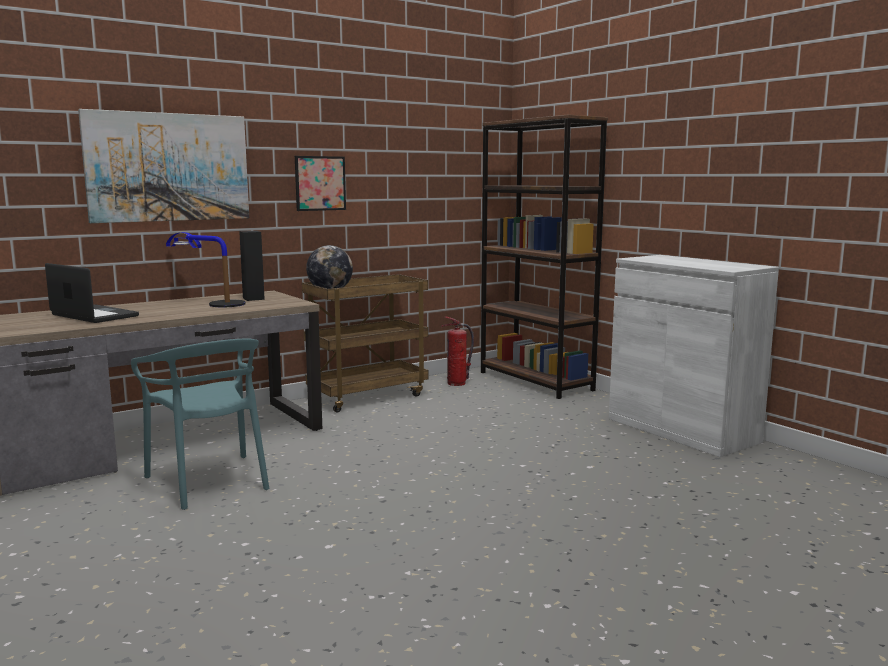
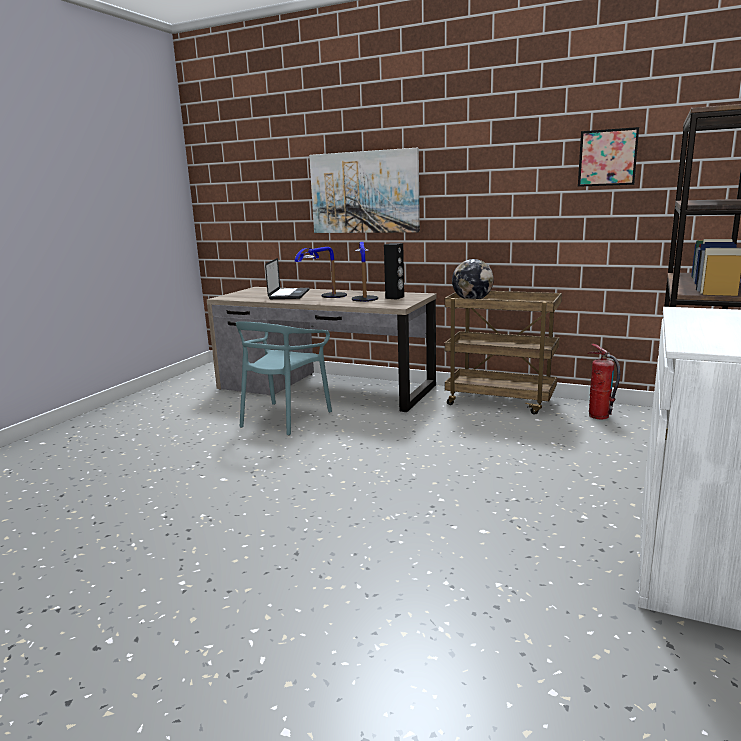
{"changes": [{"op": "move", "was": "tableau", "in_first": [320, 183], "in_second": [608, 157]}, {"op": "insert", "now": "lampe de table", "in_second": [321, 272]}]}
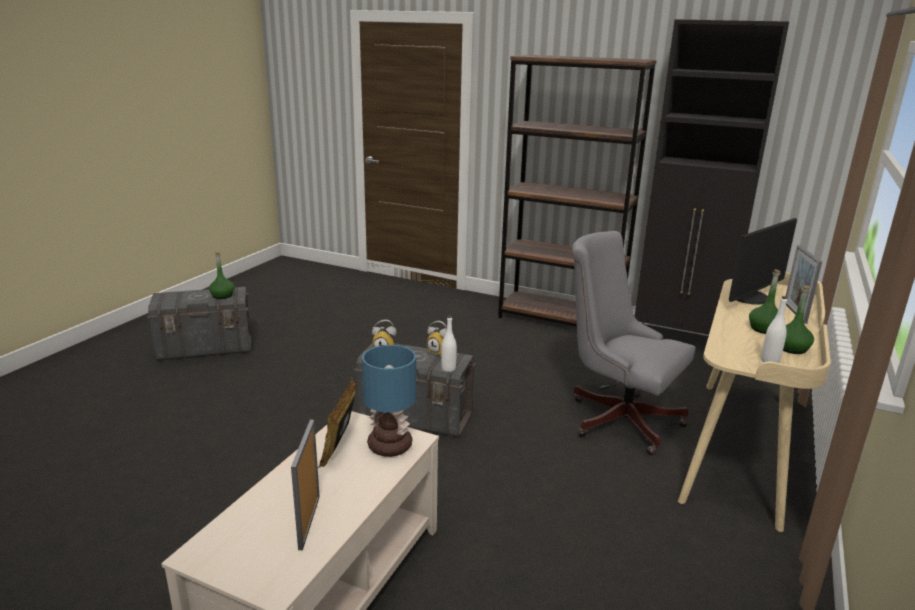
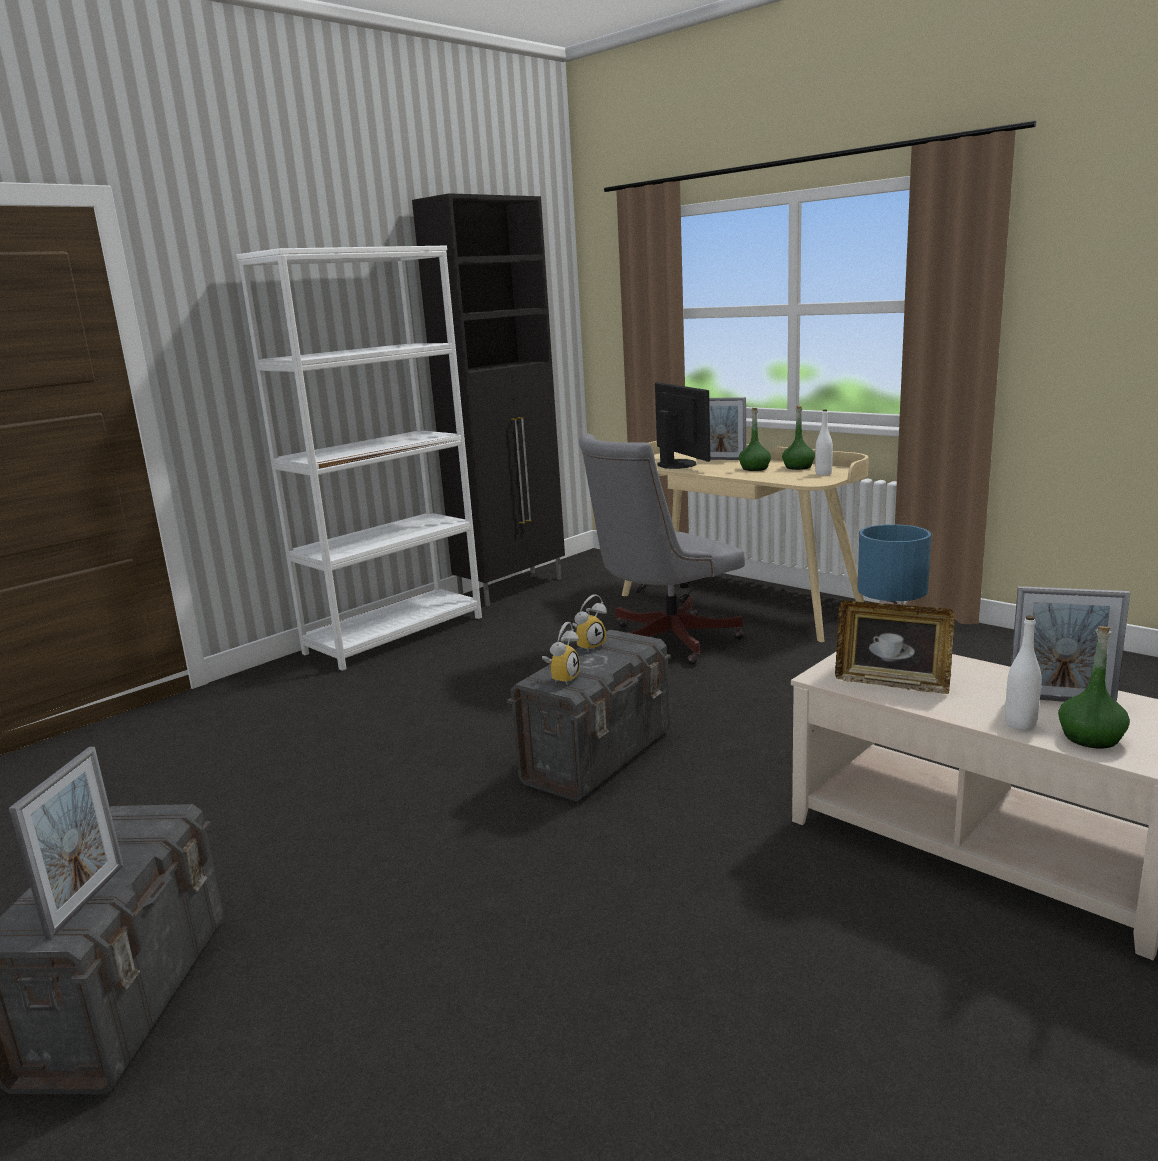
{"changes": [{"op": "recolor", "was": "bibliothèque (marron)", "now": "bibliothèque (blanc)", "in_first": [577, 191], "in_second": [359, 458]}, {"op": "move", "was": "bouteille (vert)", "in_first": [221, 275], "in_second": [1094, 687]}, {"op": "move", "was": "bouteille (blanc)", "in_first": [449, 344], "in_second": [1023, 673]}, {"op": "insert", "now": "cadre photo", "in_second": [66, 843]}]}
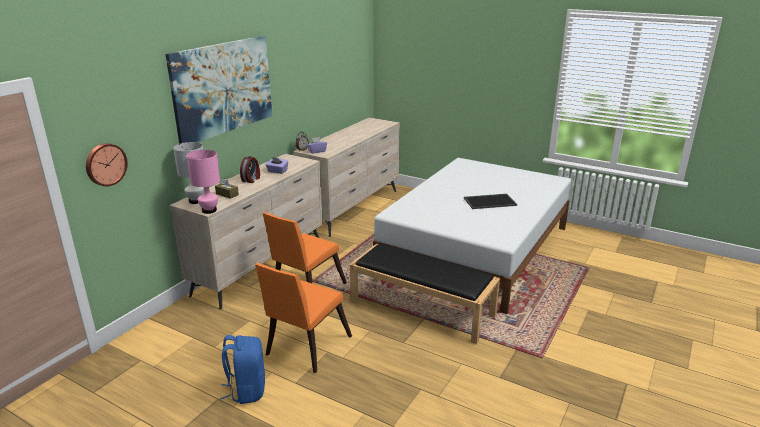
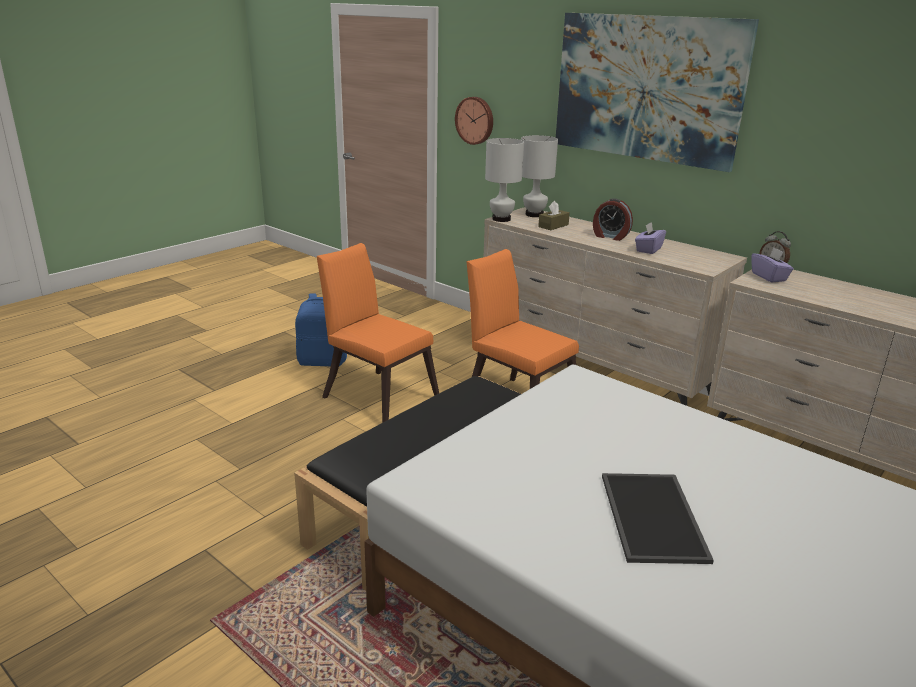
{"changes": [{"op": "recolor", "was": "lampe de table (rose)", "now": "lampe de table (blanc)", "in_first": [203, 182], "in_second": [504, 180]}]}
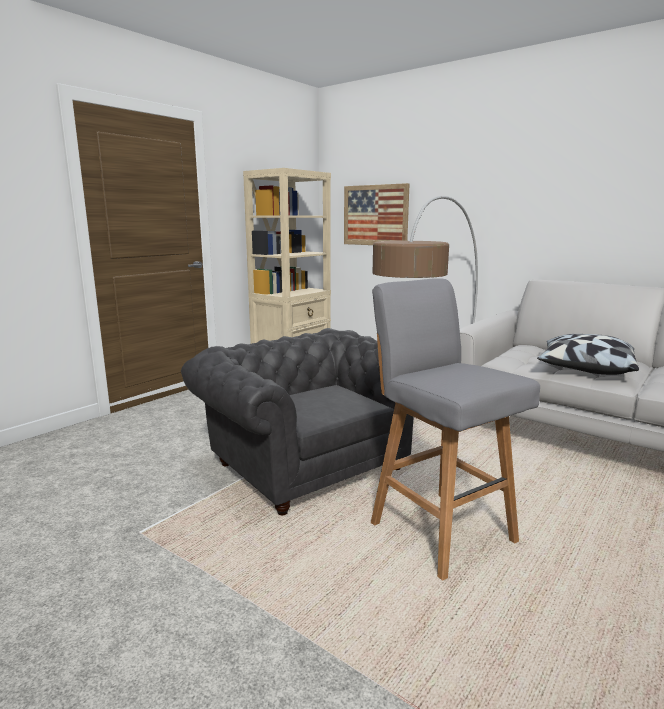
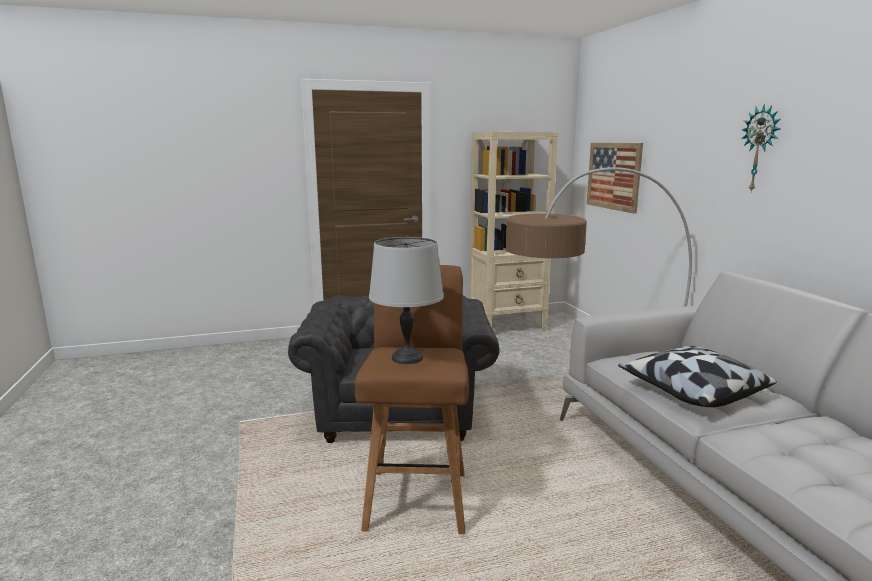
{"changes": [{"op": "recolor", "was": "tabouret (gris)", "now": "tabouret (marron)", "in_first": [455, 429], "in_second": [412, 399]}, {"op": "insert", "now": "horloge murale", "in_second": [761, 148]}, {"op": "insert", "now": "lampe de table (gris)", "in_second": [406, 300]}]}
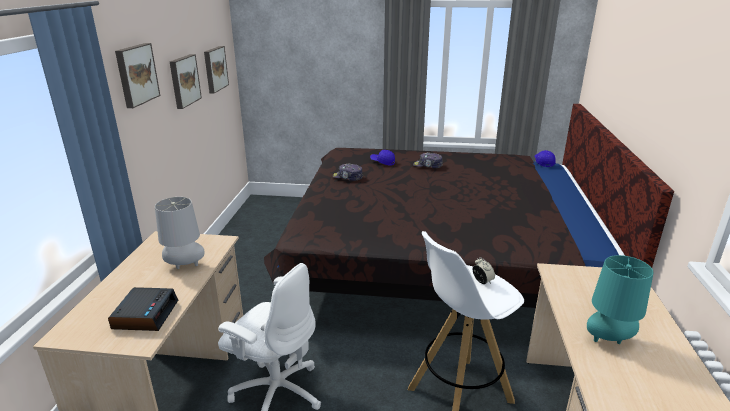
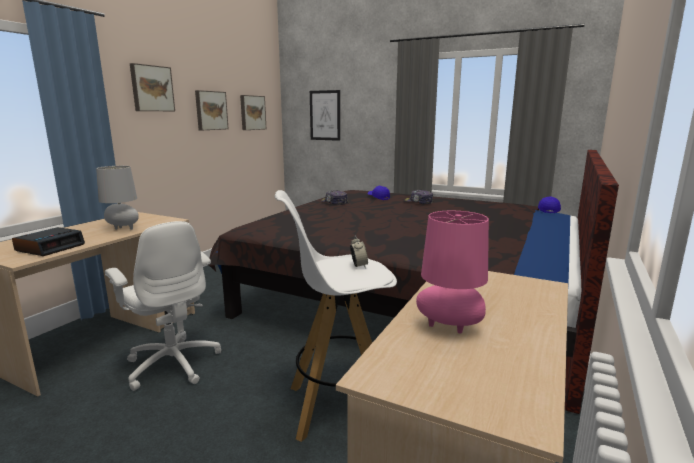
{"changes": [{"op": "recolor", "was": "lampe de table (turquoise)", "now": "lampe de table (rose)", "in_first": [620, 299], "in_second": [452, 272]}, {"op": "insert", "now": "tableau", "in_second": [325, 115]}]}
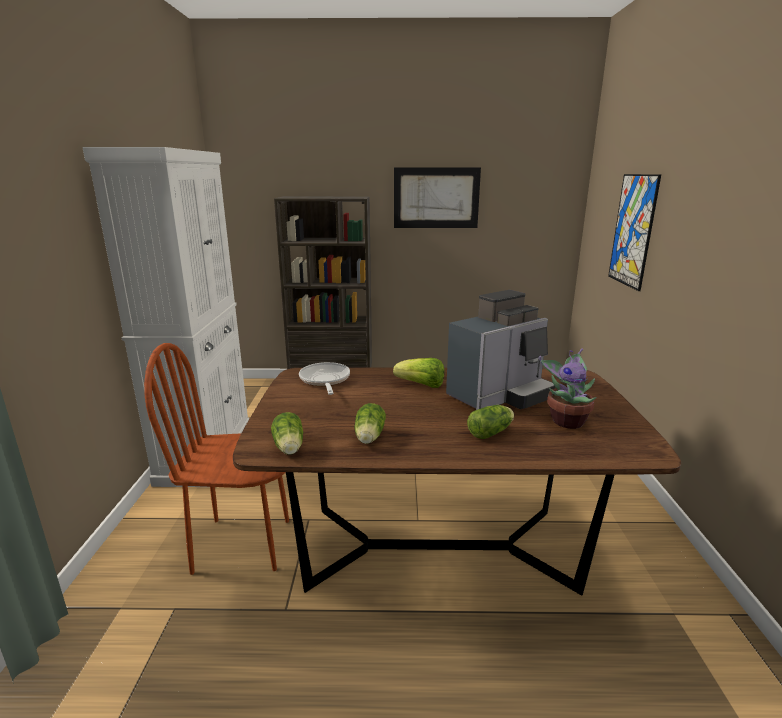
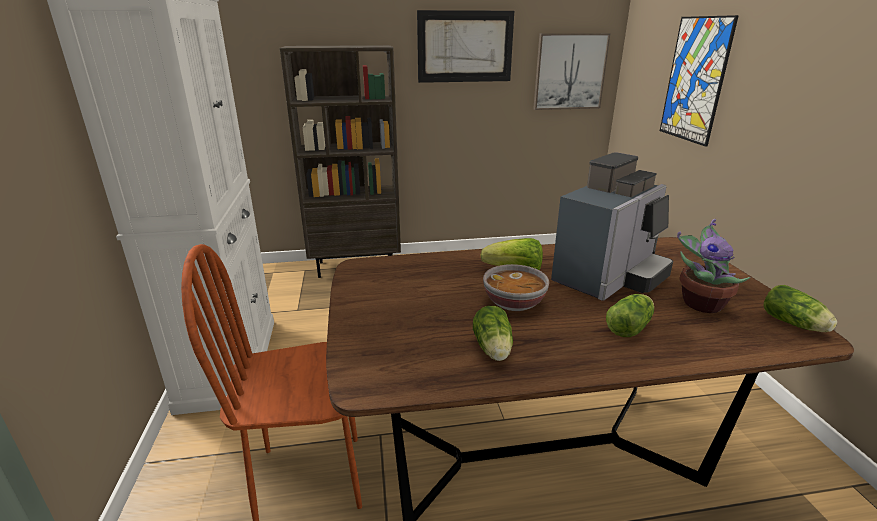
{"changes": [{"op": "delete", "was": "poêle", "in_first": [324, 378]}, {"op": "move", "was": "laitue", "in_first": [287, 433], "in_second": [800, 308]}, {"op": "insert", "now": "tableau", "in_second": [572, 71]}, {"op": "insert", "now": "bol", "in_second": [516, 287]}]}
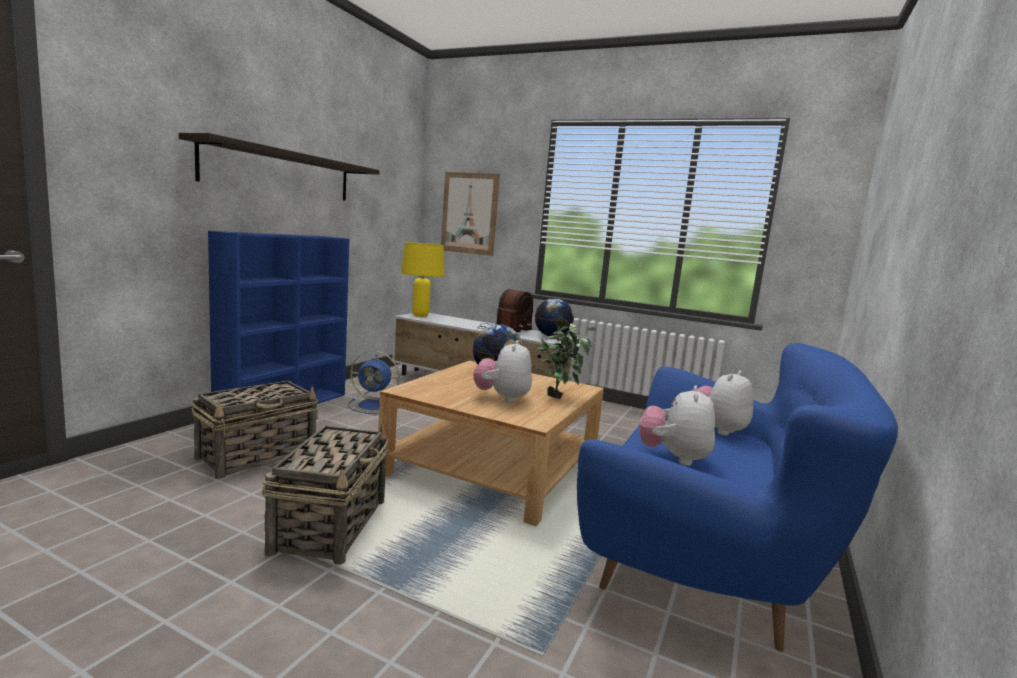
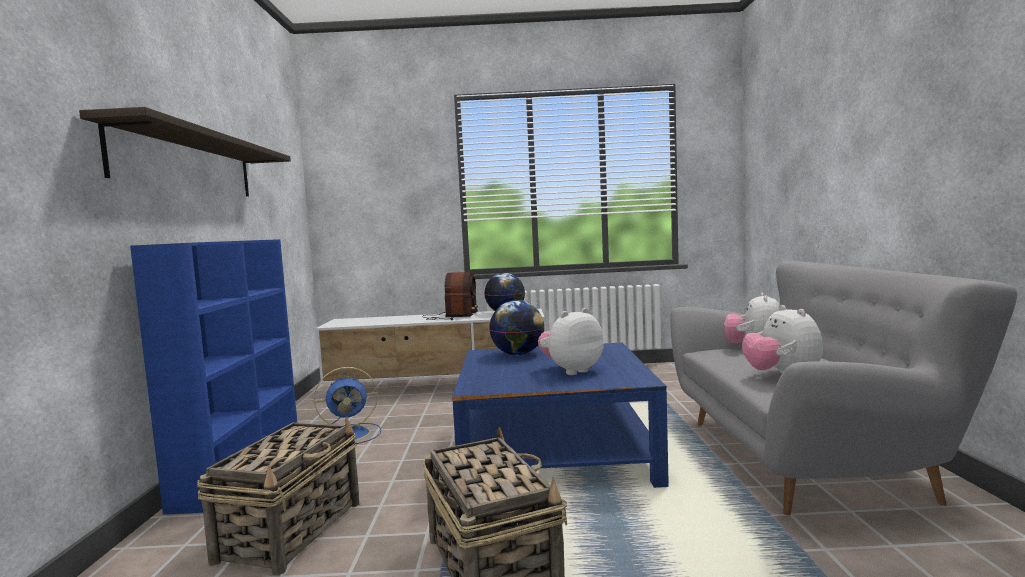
{"changes": [{"op": "delete", "was": "tableau", "in_first": [470, 214]}, {"op": "delete", "was": "lampe de table (jaune)", "in_first": [423, 279]}, {"op": "delete", "was": "plante en pot", "in_first": [566, 361]}, {"op": "rotate", "was": "peluche", "in_first": [502, 371], "in_second": [571, 341], "clockwise": 75}, {"op": "recolor", "was": "canapé (bleu)", "now": "canapé (gris)", "in_first": [737, 497], "in_second": [843, 388]}, {"op": "recolor", "was": "table basse (beige)", "now": "table basse (bleu)", "in_first": [491, 443], "in_second": [560, 415]}]}
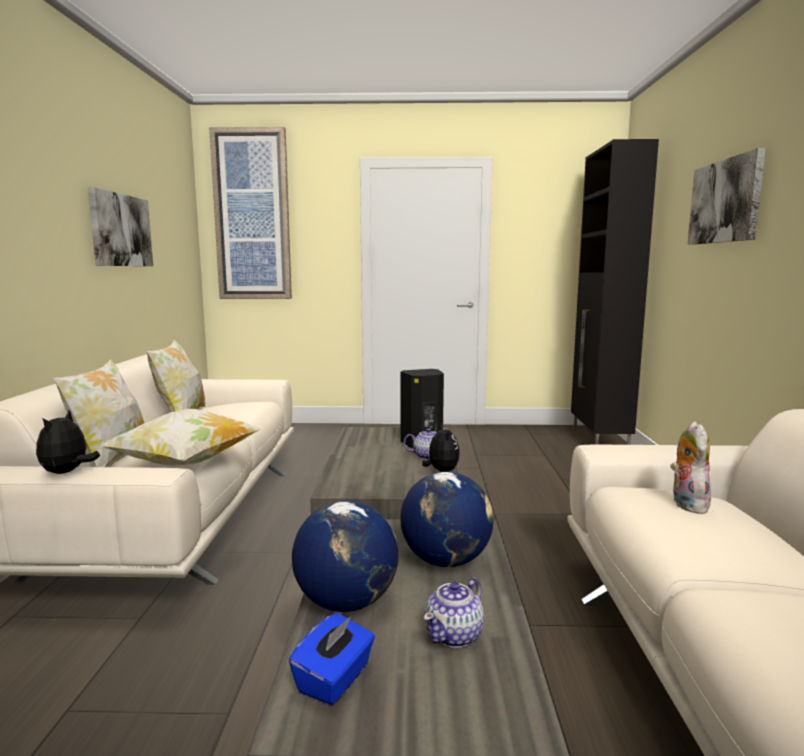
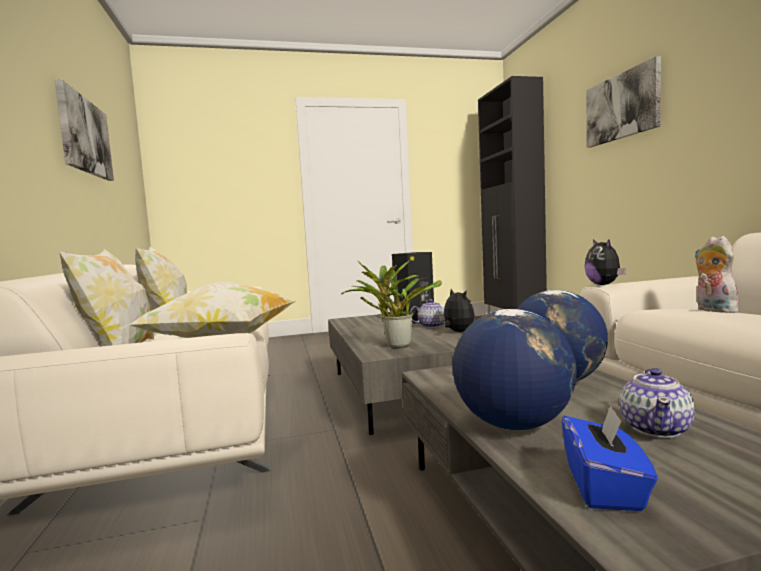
{"changes": [{"op": "delete", "was": "tableau", "in_first": [250, 213]}, {"op": "move", "was": "peluche", "in_first": [68, 442], "in_second": [605, 262]}, {"op": "insert", "now": "plante en pot", "in_second": [391, 304]}]}
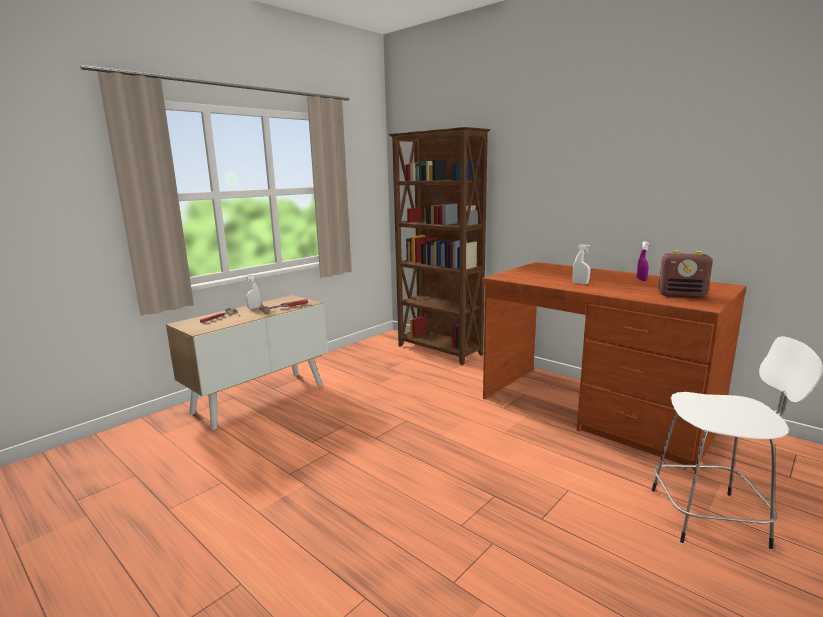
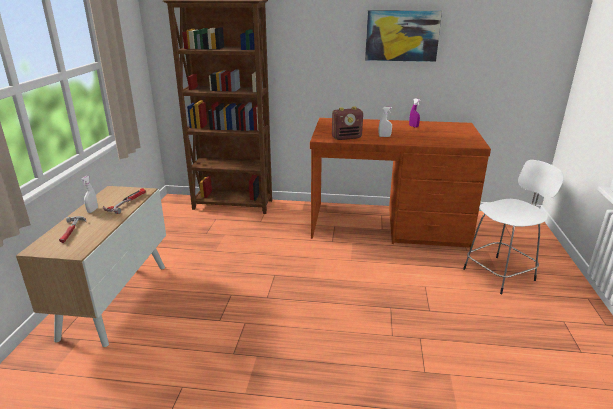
{"changes": [{"op": "move", "was": "radio", "in_first": [685, 274], "in_second": [347, 123]}, {"op": "insert", "now": "tableau", "in_second": [403, 36]}]}
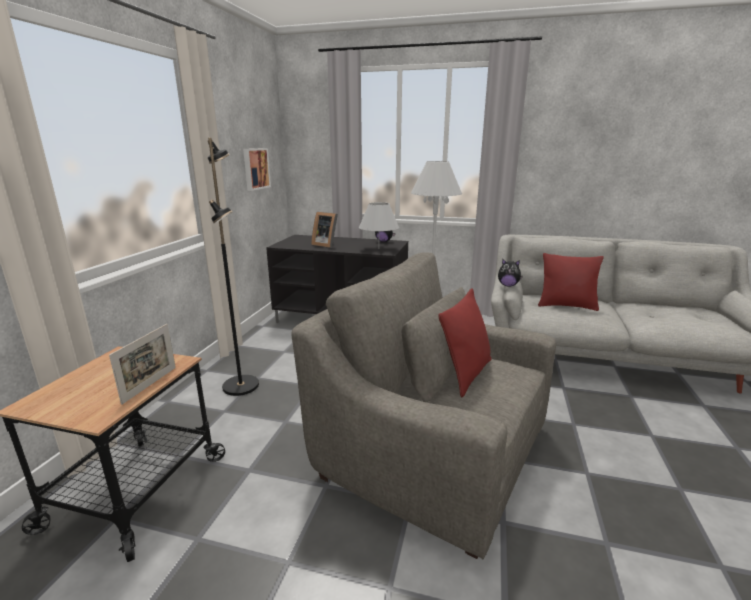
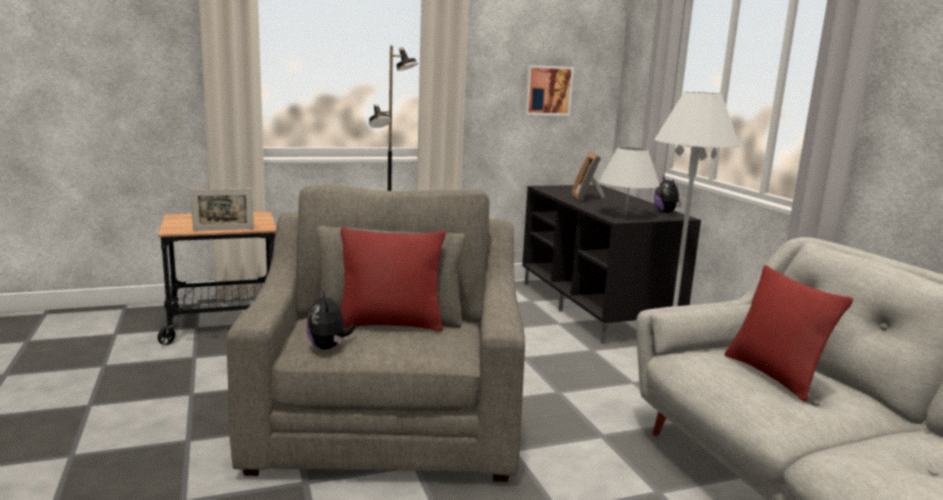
{"changes": [{"op": "move", "was": "peluche", "in_first": [510, 273], "in_second": [330, 319]}]}
